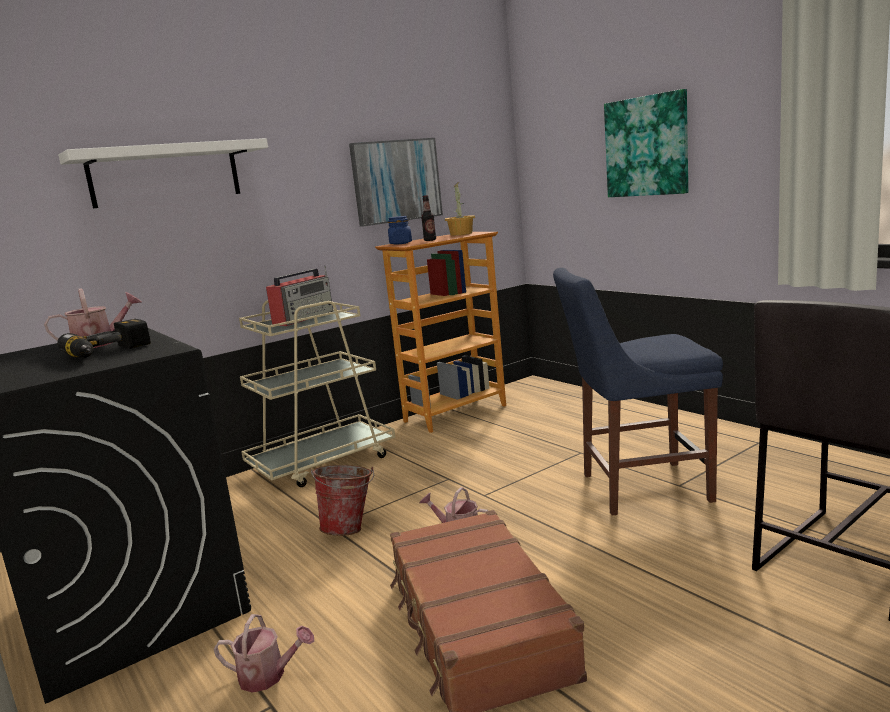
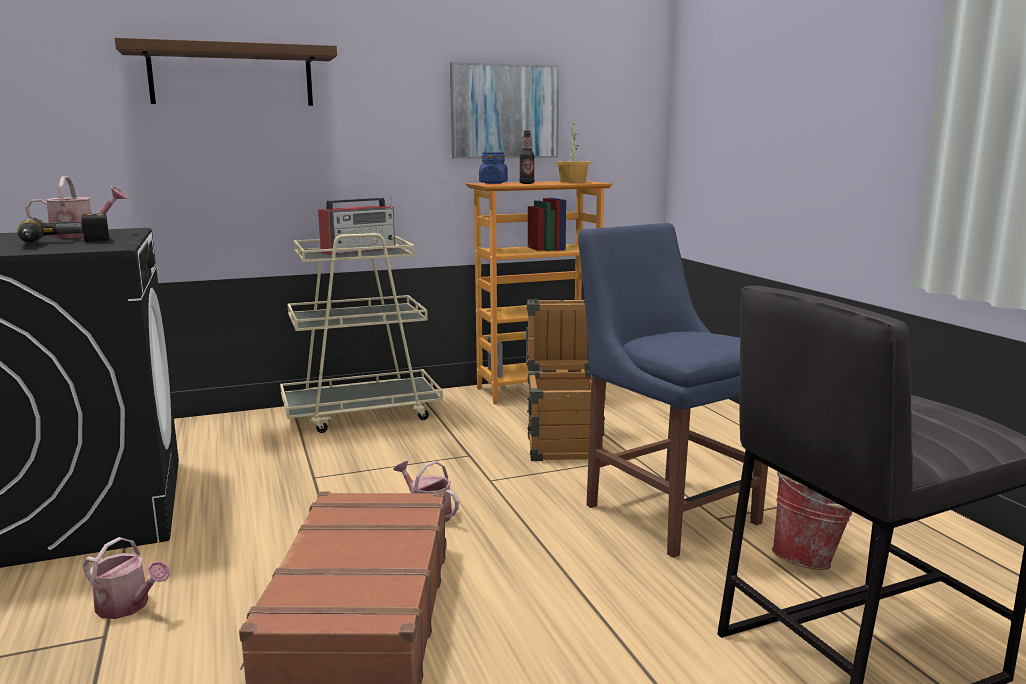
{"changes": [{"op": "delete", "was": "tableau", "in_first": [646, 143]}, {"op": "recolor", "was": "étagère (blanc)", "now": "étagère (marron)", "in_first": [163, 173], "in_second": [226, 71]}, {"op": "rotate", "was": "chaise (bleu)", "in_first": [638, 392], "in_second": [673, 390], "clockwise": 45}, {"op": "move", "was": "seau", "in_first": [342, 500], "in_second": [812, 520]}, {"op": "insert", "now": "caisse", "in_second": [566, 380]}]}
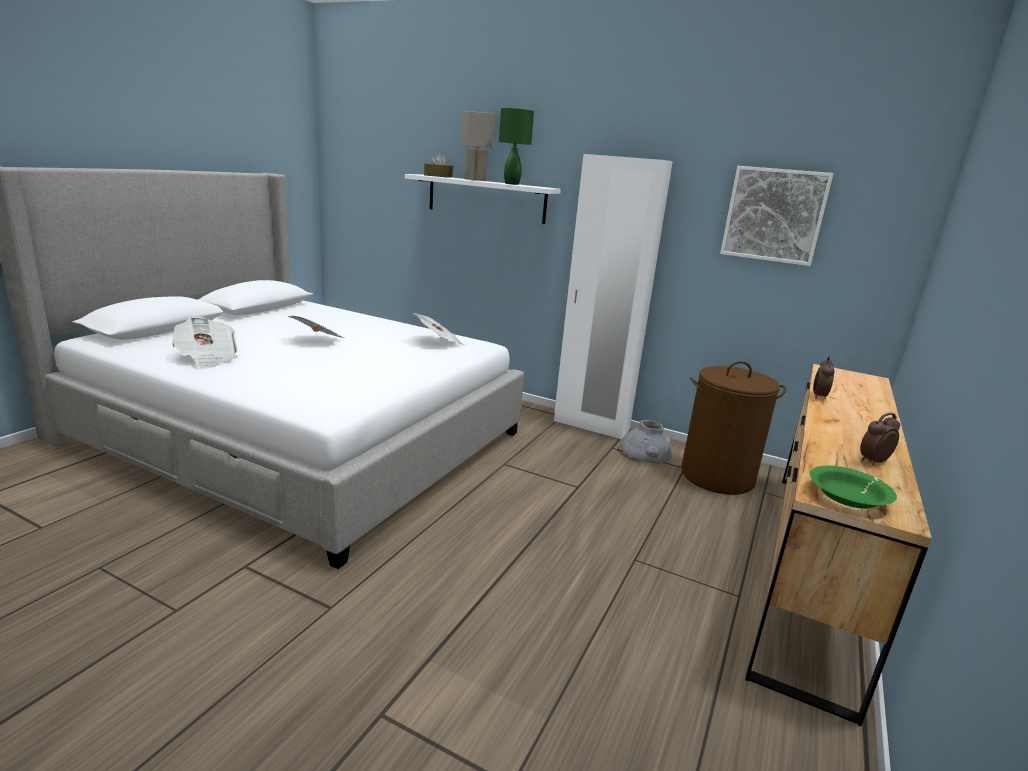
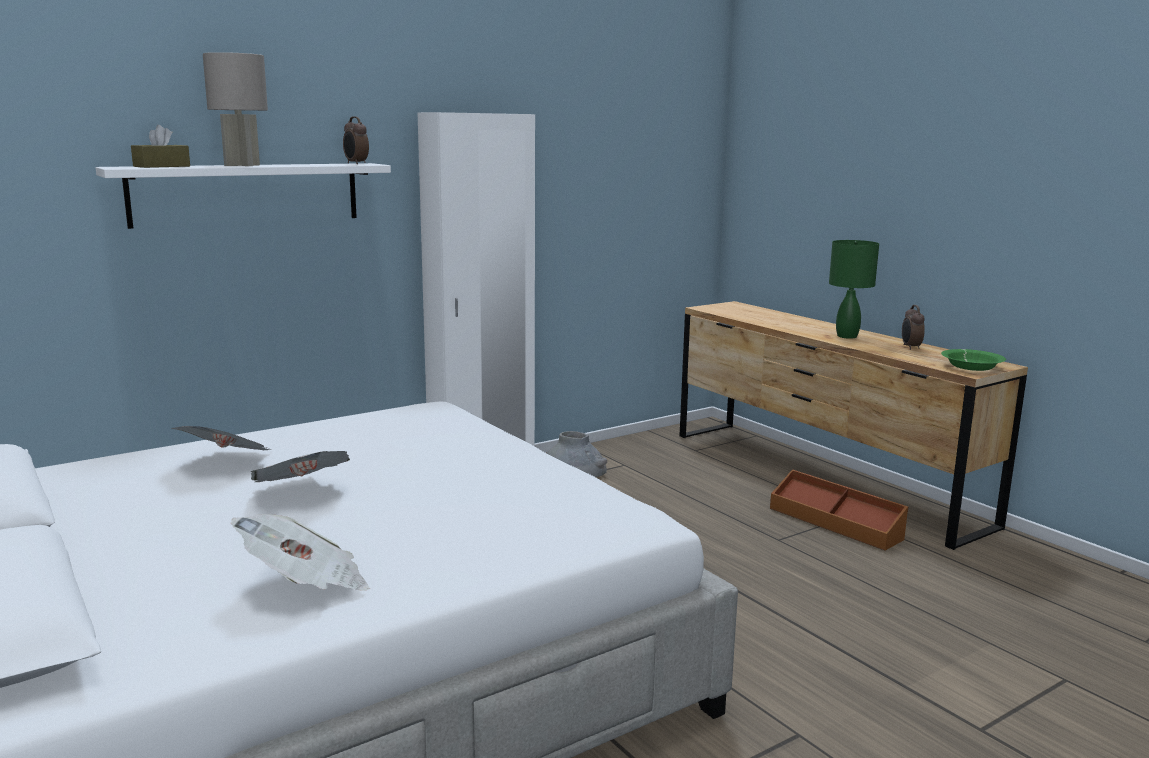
{"changes": [{"op": "move", "was": "lampe de table (vert)", "in_first": [516, 146], "in_second": [854, 289]}, {"op": "delete", "was": "tableau", "in_first": [777, 216]}, {"op": "move", "was": "journal", "in_first": [440, 329], "in_second": [221, 438]}, {"op": "move", "was": "réveil", "in_first": [824, 378], "in_second": [356, 140]}, {"op": "delete", "was": "panier à linge (marron)", "in_first": [733, 428]}, {"op": "insert", "now": "boîte de rangement (marron)", "in_second": [839, 510]}]}
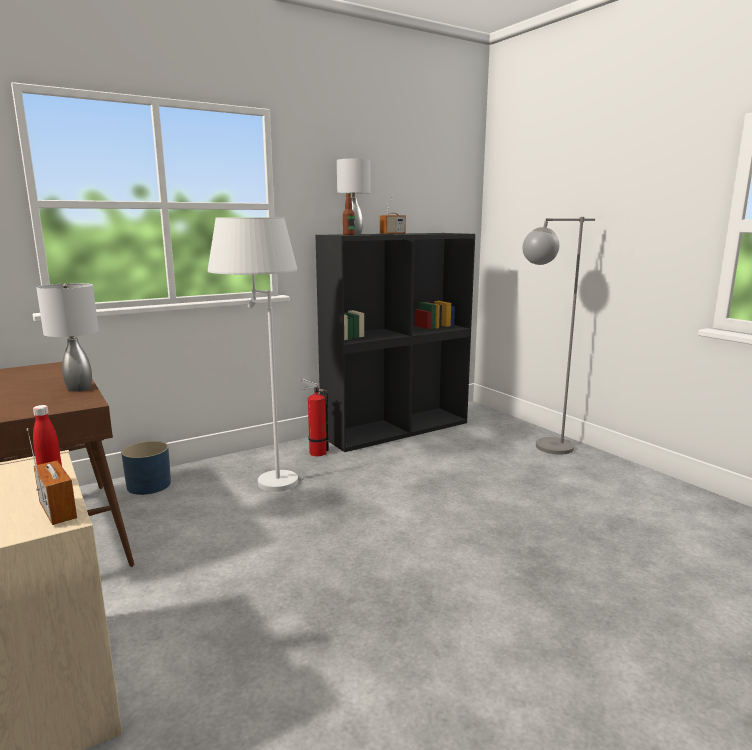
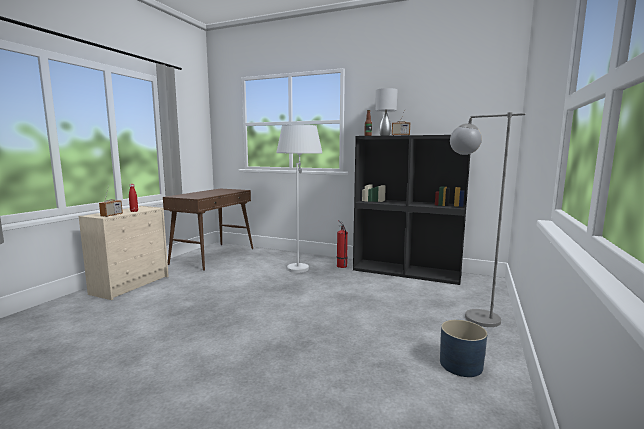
{"changes": [{"op": "delete", "was": "lampe de table (gris)", "in_first": [67, 337]}, {"op": "move", "was": "cache-pot (bleu)", "in_first": [146, 468], "in_second": [463, 348]}]}
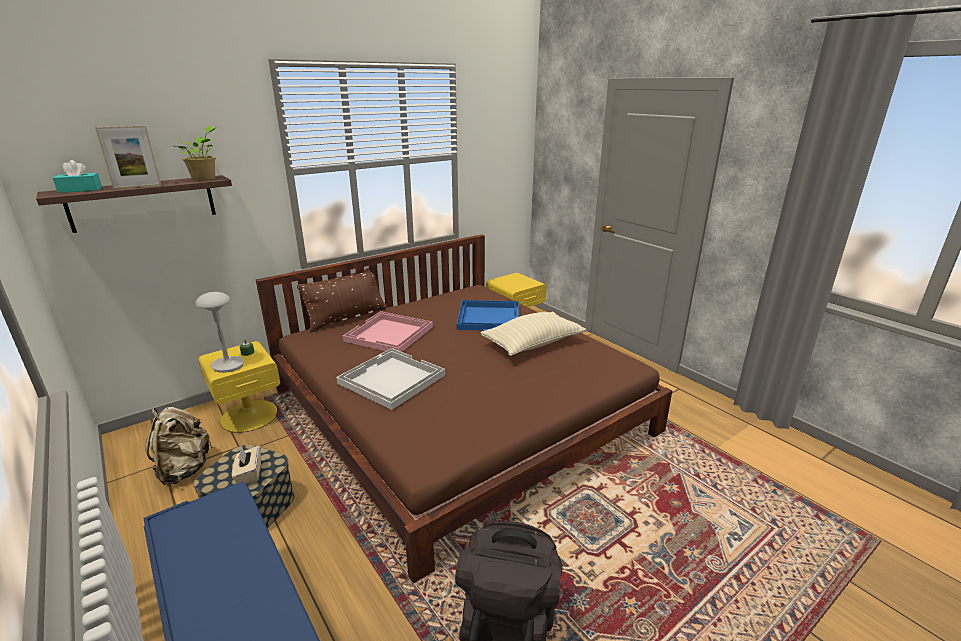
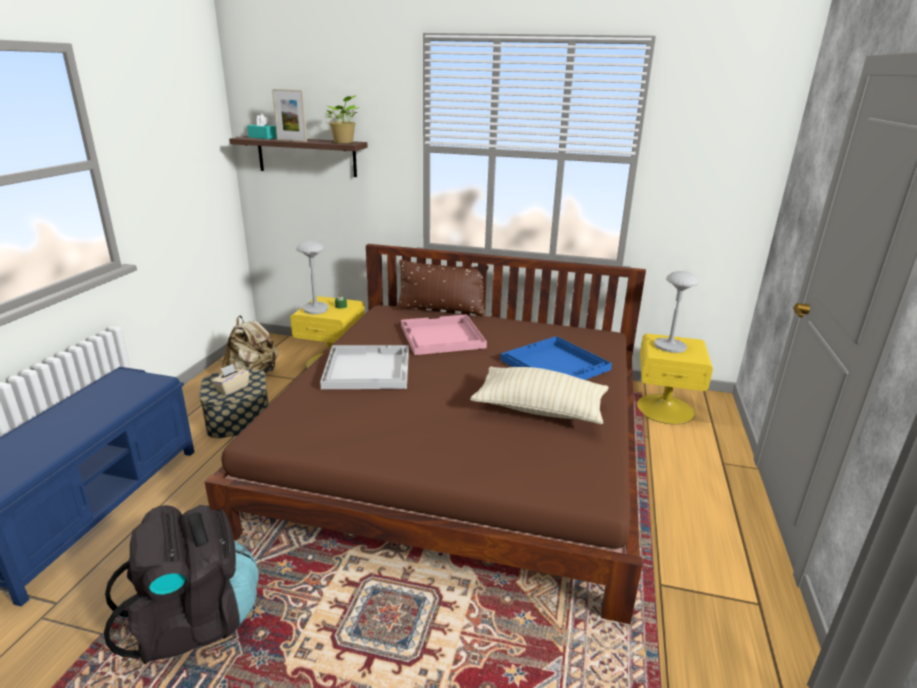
{"changes": [{"op": "insert", "now": "lampe de table (gris)", "in_second": [676, 312]}]}
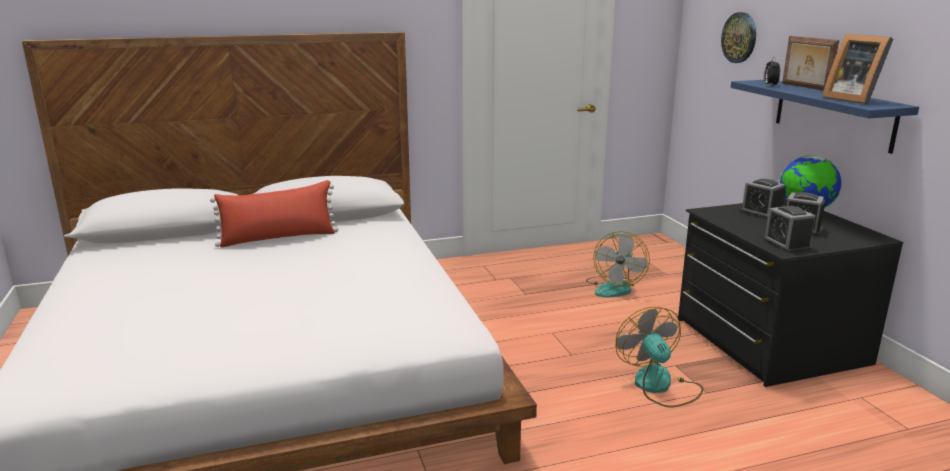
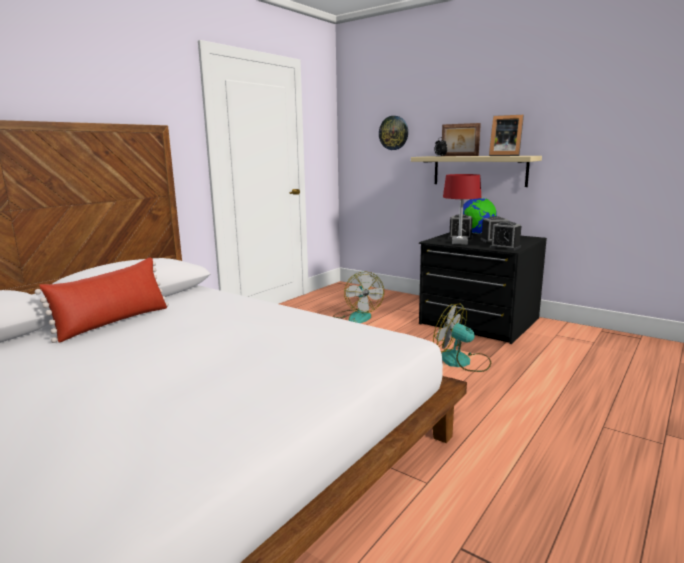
{"changes": [{"op": "recolor", "was": "étagère (bleu)", "now": "étagère (beige)", "in_first": [824, 117], "in_second": [476, 171]}, {"op": "insert", "now": "lampe de table (rouge)", "in_second": [462, 209]}]}
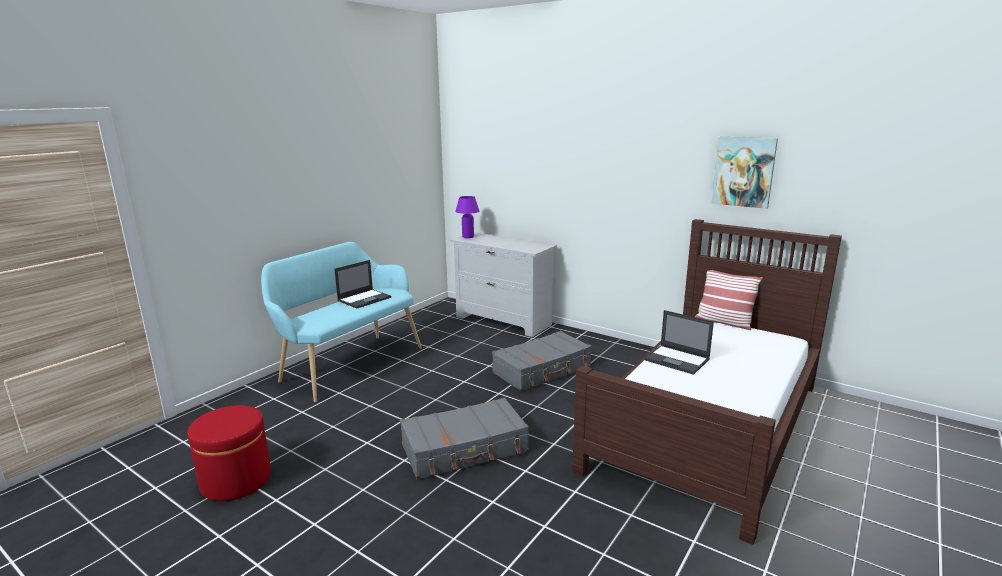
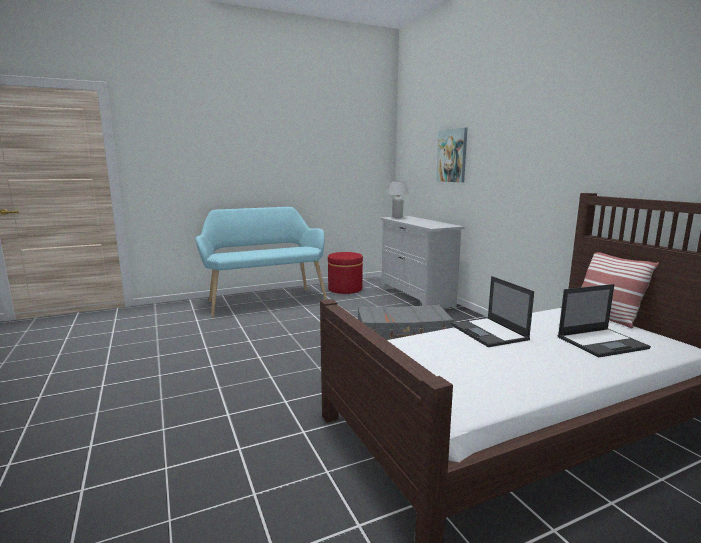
{"changes": [{"op": "move", "was": "tableau", "in_first": [744, 173], "in_second": [452, 155]}, {"op": "recolor", "was": "lampe de table (violet)", "now": "lampe de table (blanc)", "in_first": [467, 217], "in_second": [398, 199]}, {"op": "move", "was": "ordinateur portable", "in_first": [362, 284], "in_second": [604, 320]}, {"op": "delete", "was": "valise (gris)", "in_first": [464, 439]}, {"op": "move", "was": "pouf (rouge)", "in_first": [229, 453], "in_second": [345, 273]}]}
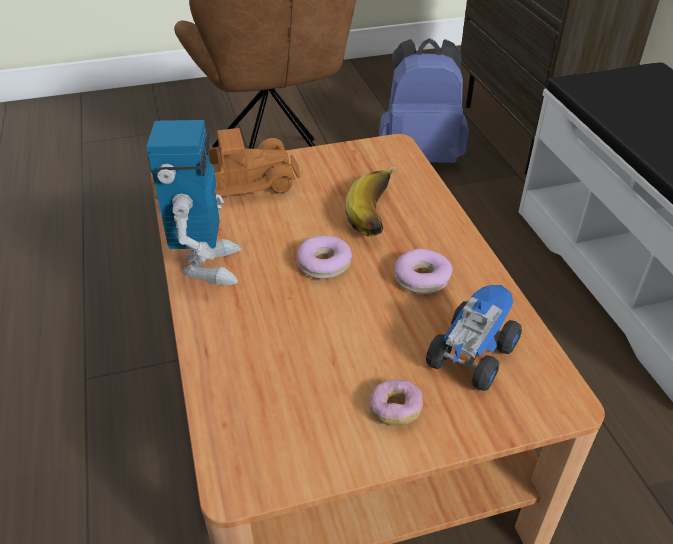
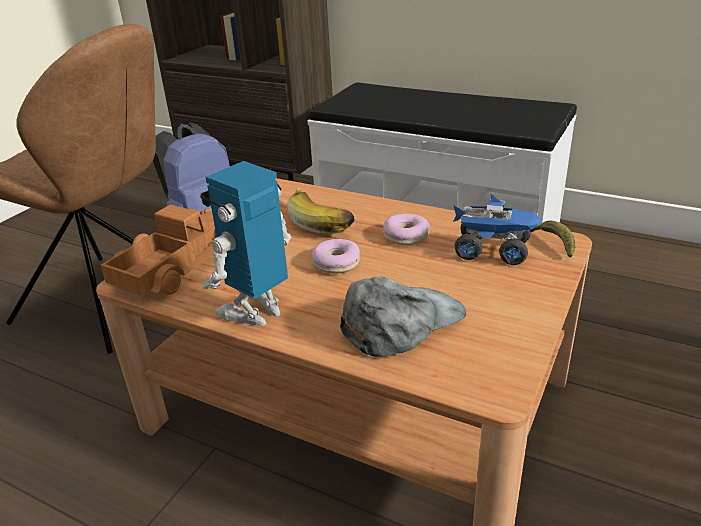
{"changes": [{"op": "rotate", "was": "robot jouet", "in_first": [193, 202], "in_second": [245, 243], "clockwise": -90}, {"op": "rotate", "was": "camion jouet", "in_first": [474, 338], "in_second": [497, 229], "clockwise": 120}, {"op": "delete", "was": "beignet", "in_first": [396, 402]}, {"op": "insert", "now": "banane", "in_second": [552, 239]}, {"op": "insert", "now": "casquette (gris)", "in_second": [403, 316]}]}
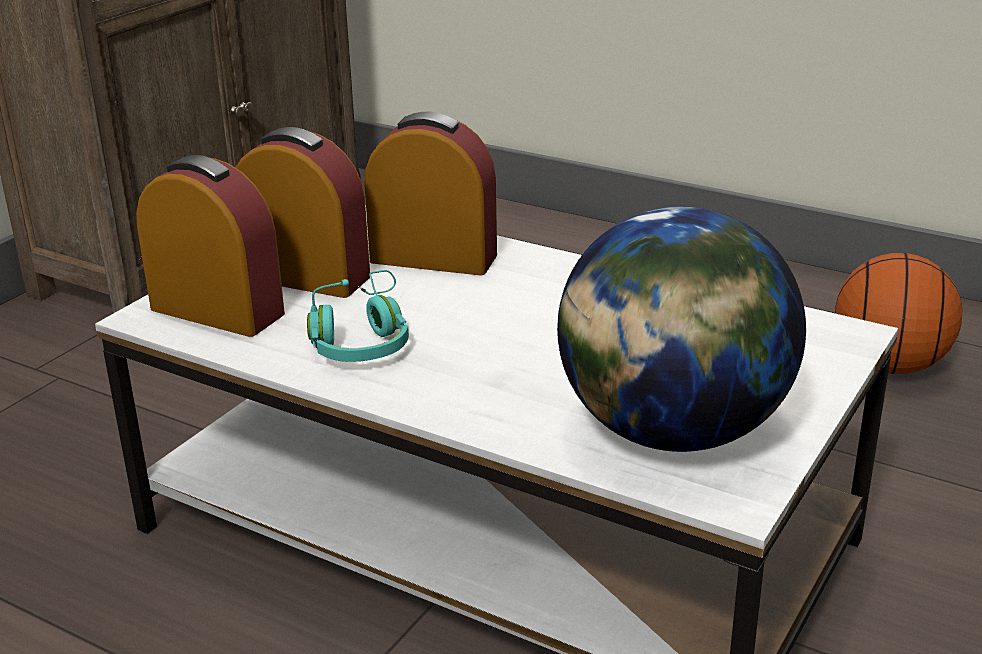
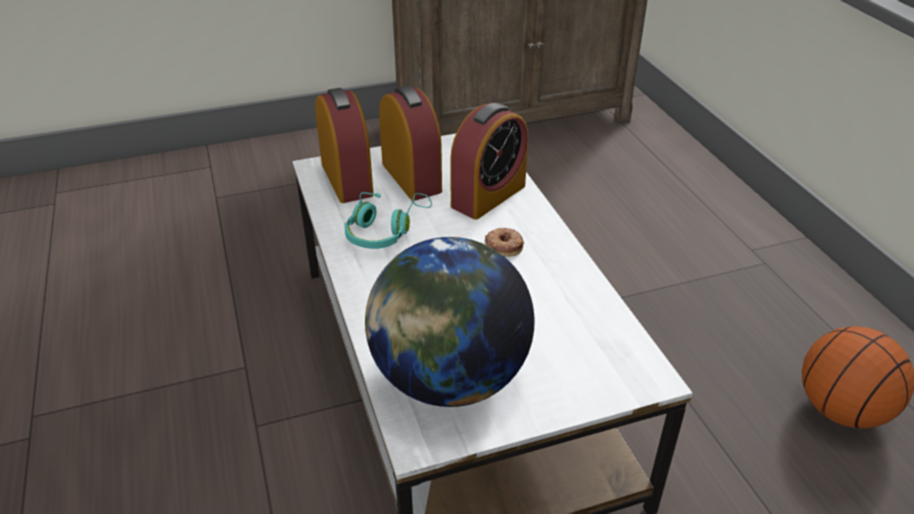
{"changes": [{"op": "rotate", "was": "réveil", "in_first": [430, 194], "in_second": [489, 161], "clockwise": 75}, {"op": "insert", "now": "beignet", "in_second": [504, 242]}]}
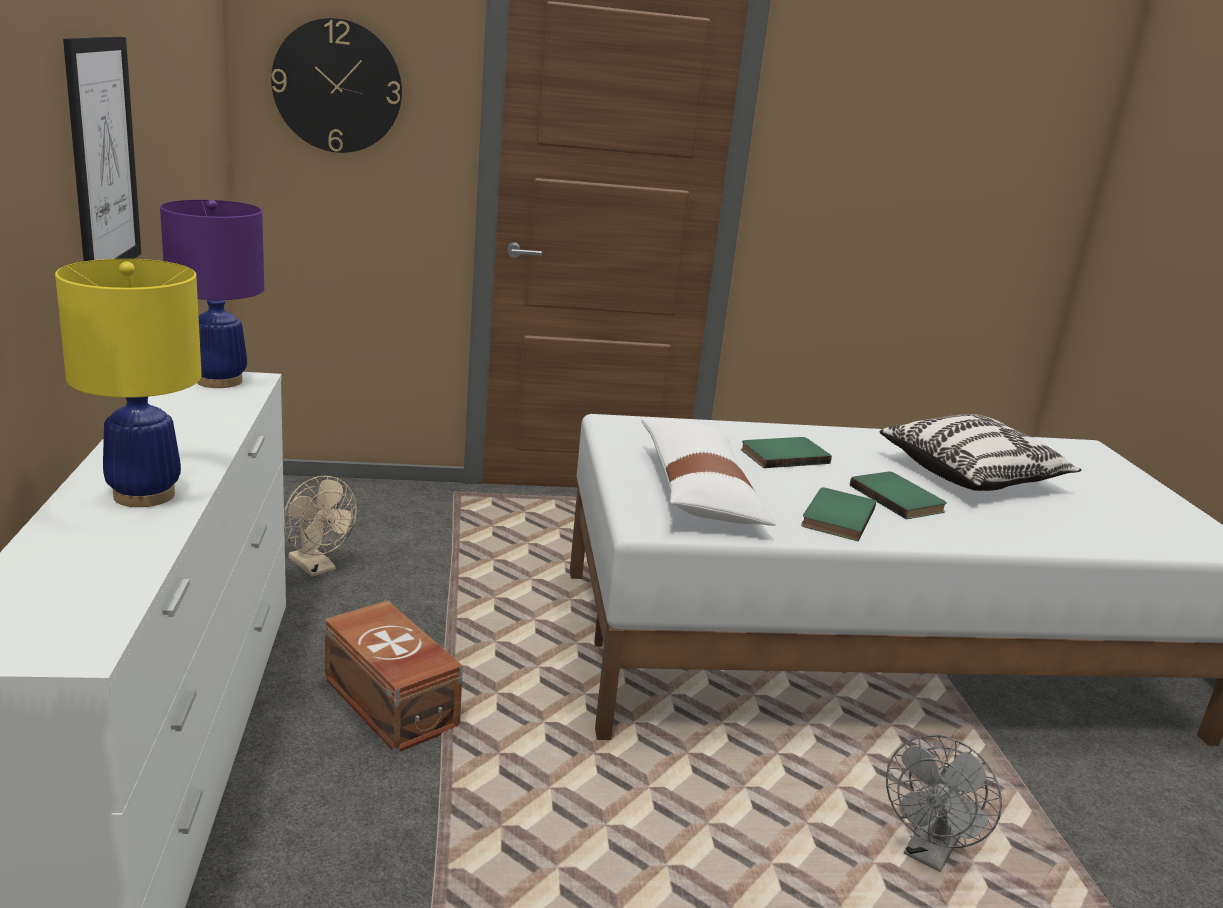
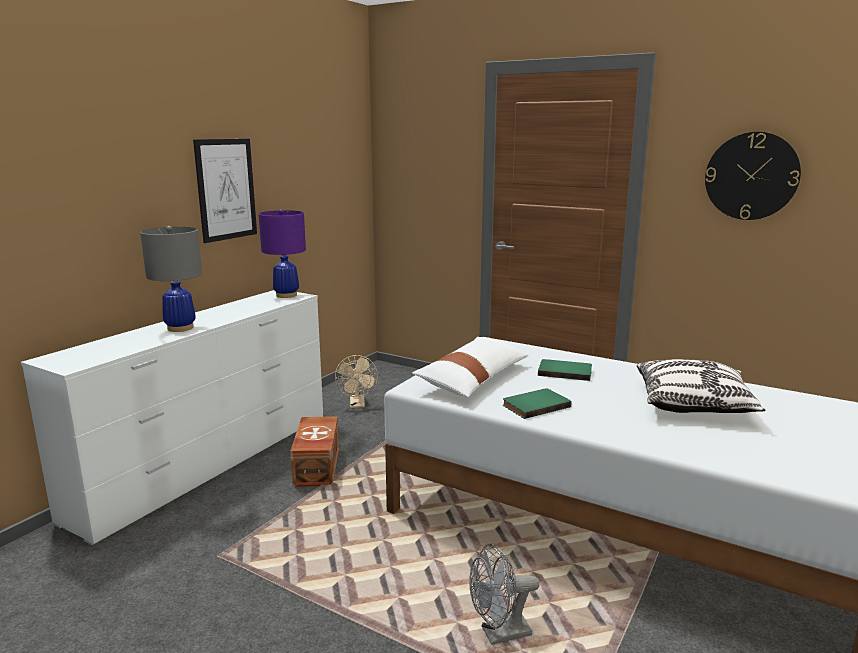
{"changes": [{"op": "move", "was": "horloge murale", "in_first": [336, 85], "in_second": [753, 176]}, {"op": "recolor", "was": "lampe de table (jaune)", "now": "lampe de table (gris)", "in_first": [128, 383], "in_second": [171, 279]}, {"op": "delete", "was": "livre (vert)", "in_first": [898, 495]}]}
